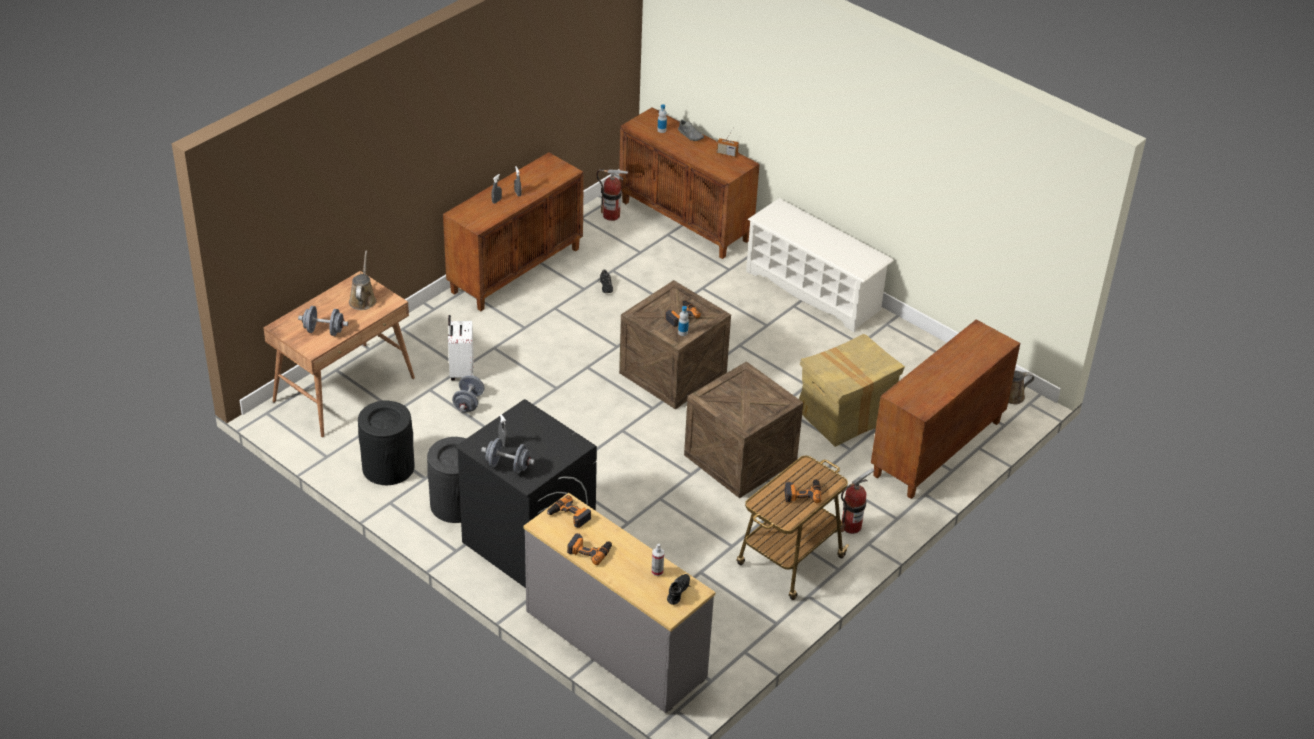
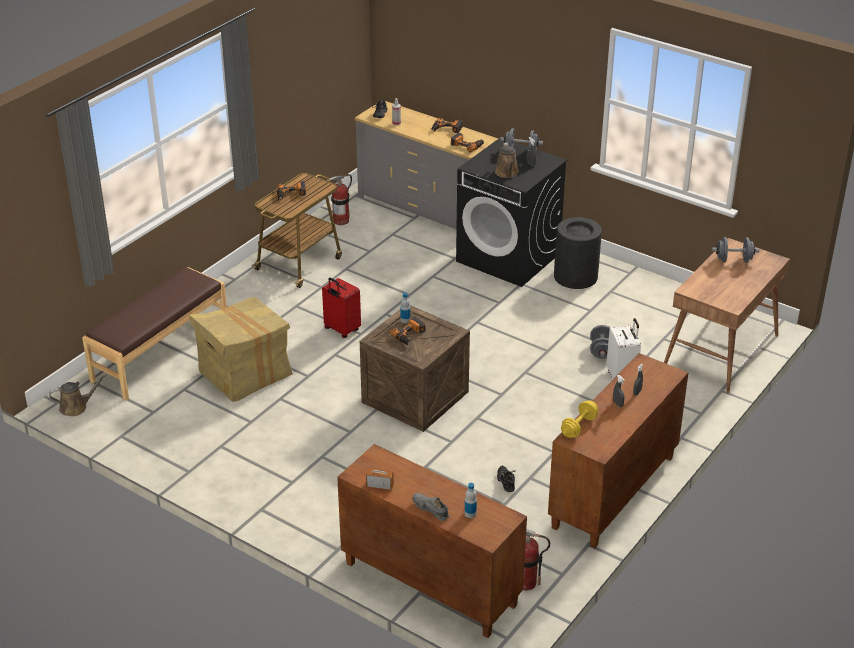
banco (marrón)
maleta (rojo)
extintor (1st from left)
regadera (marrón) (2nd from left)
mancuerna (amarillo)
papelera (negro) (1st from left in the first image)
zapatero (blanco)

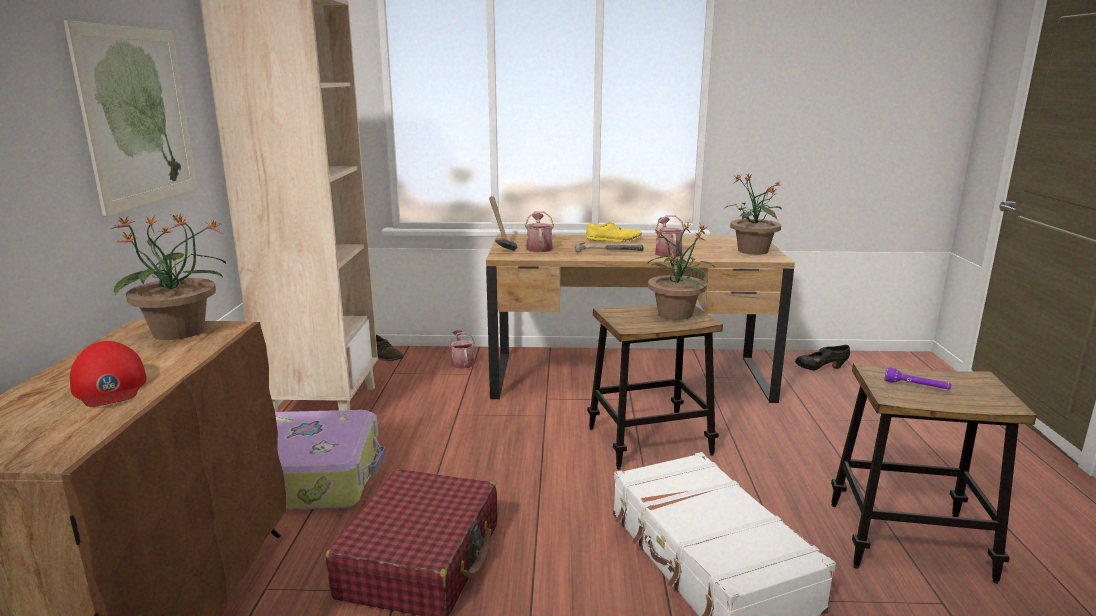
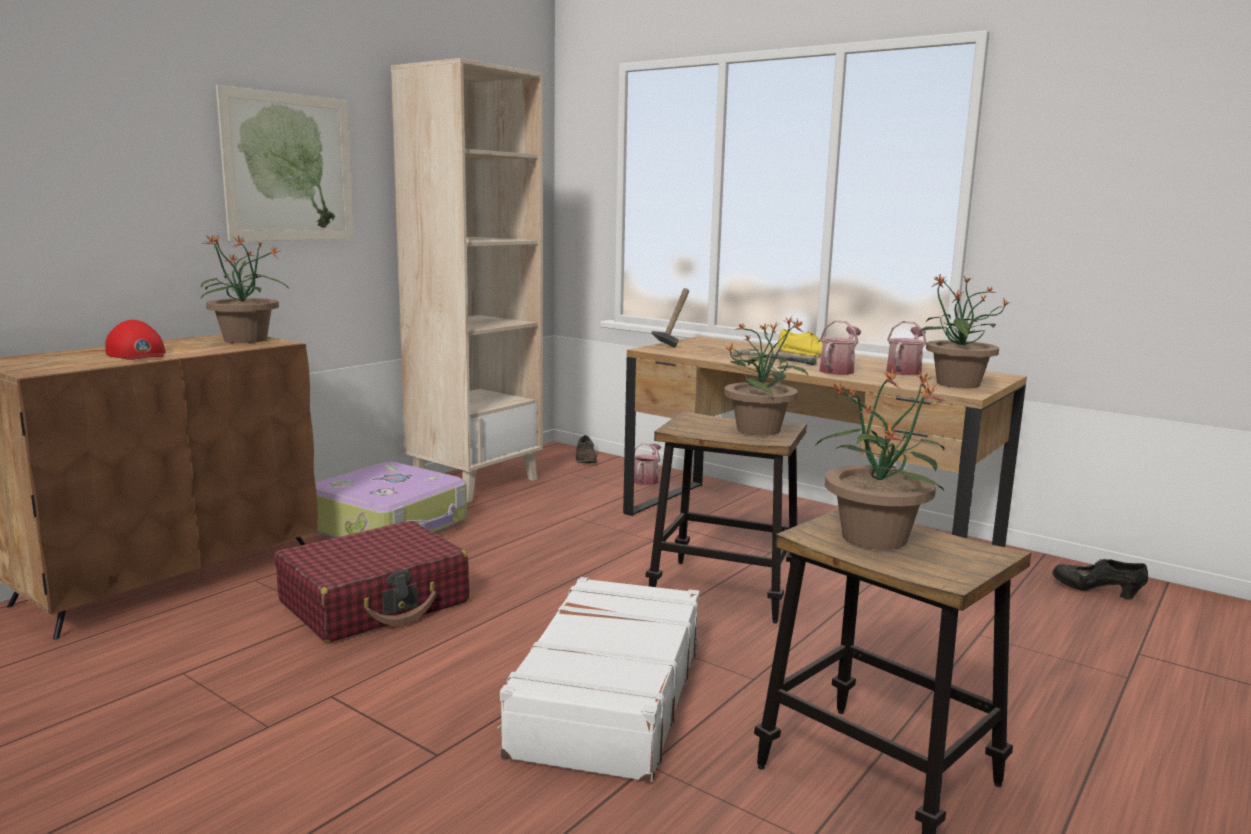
gorra (rojo)
planta en maceta (3rd from left)
regadera (3rd from left)

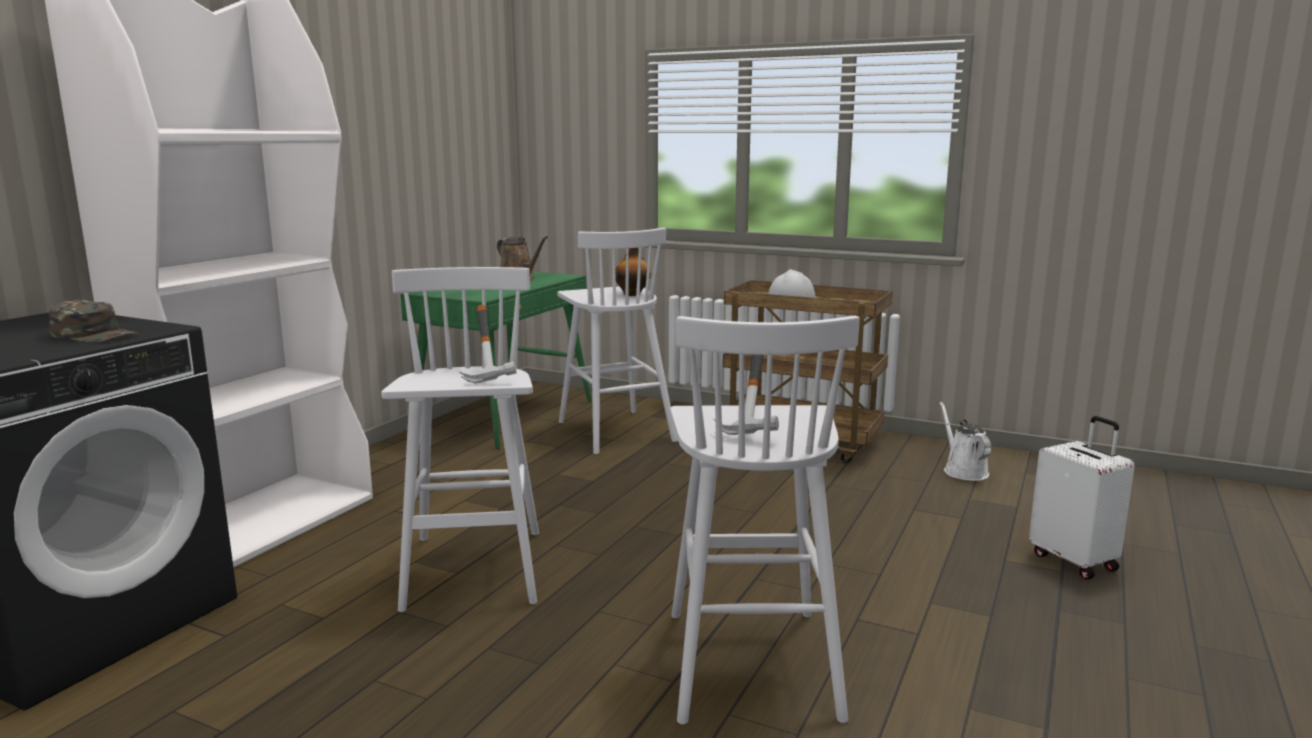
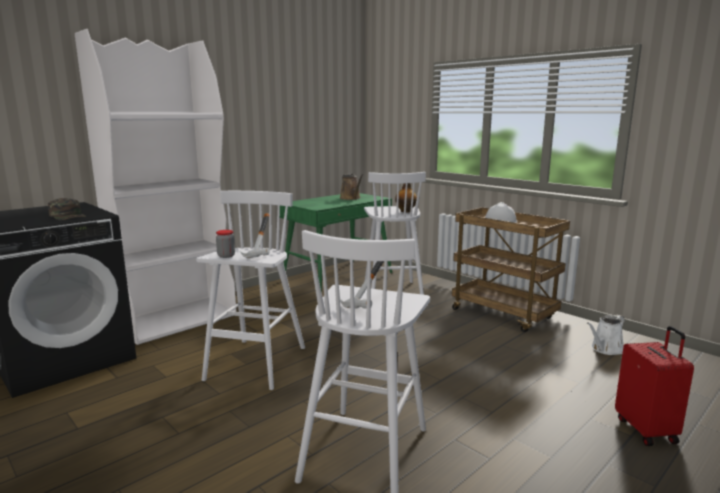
tarro
regadera (blanco)
maleta (rojo)

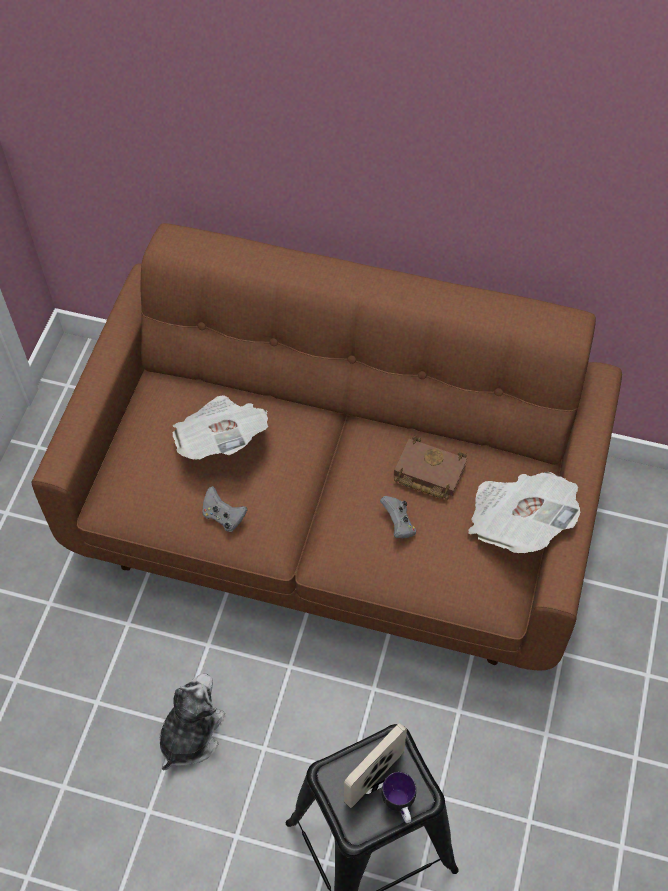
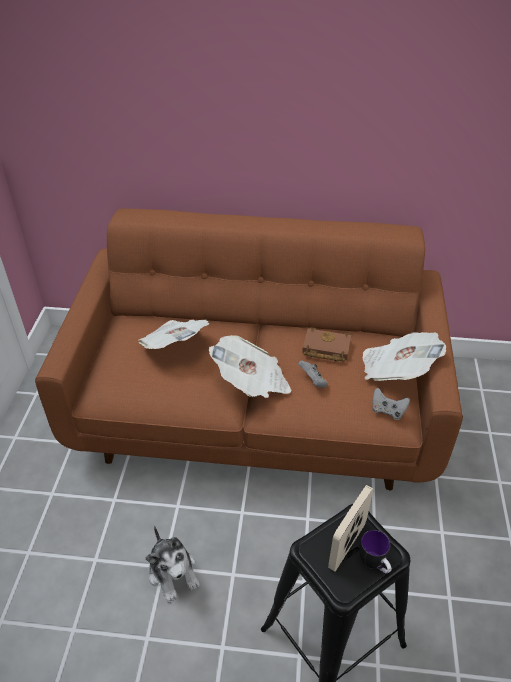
peluche
periódico (2nd from left)
mando de consola (gris) (2nd from left)

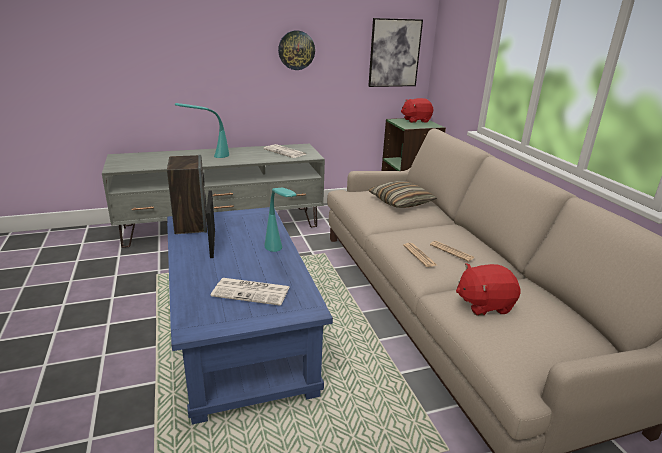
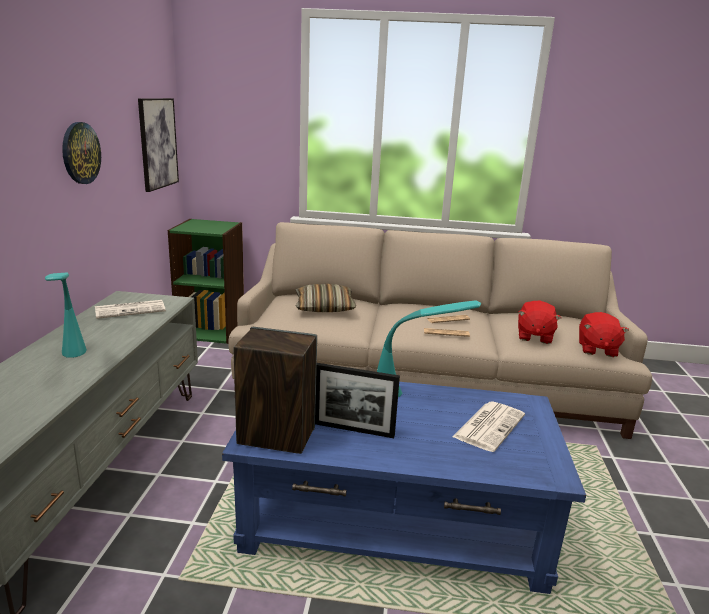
peluche (rojo) (2nd from left)

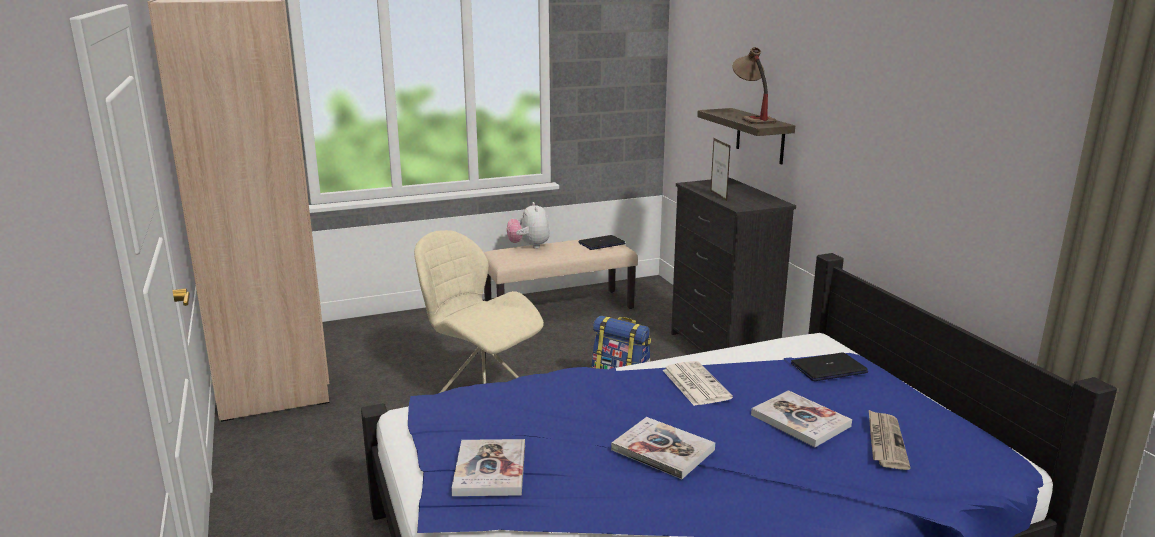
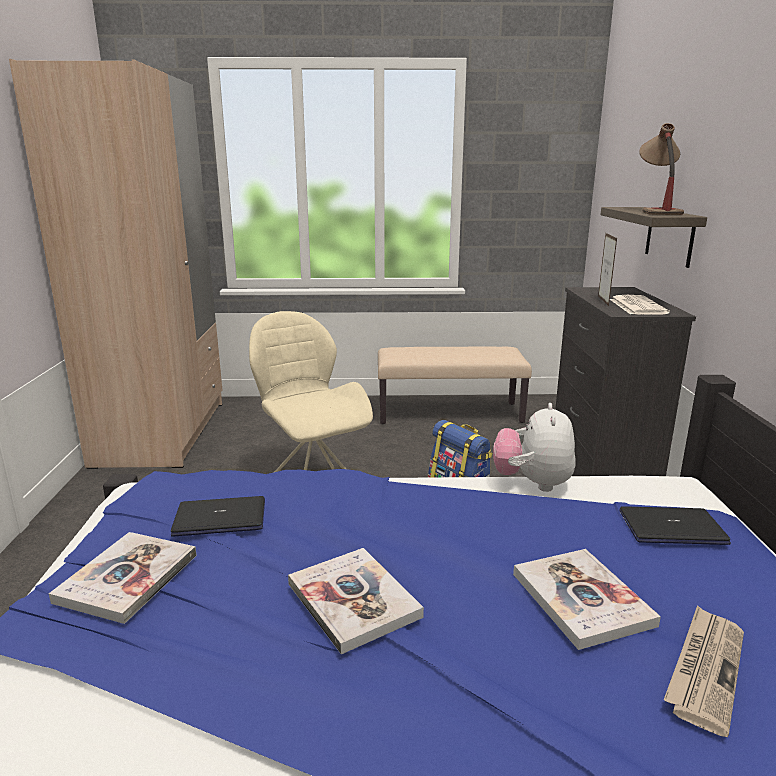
portátil (1st from left)
peluche
periódico (1st from left)

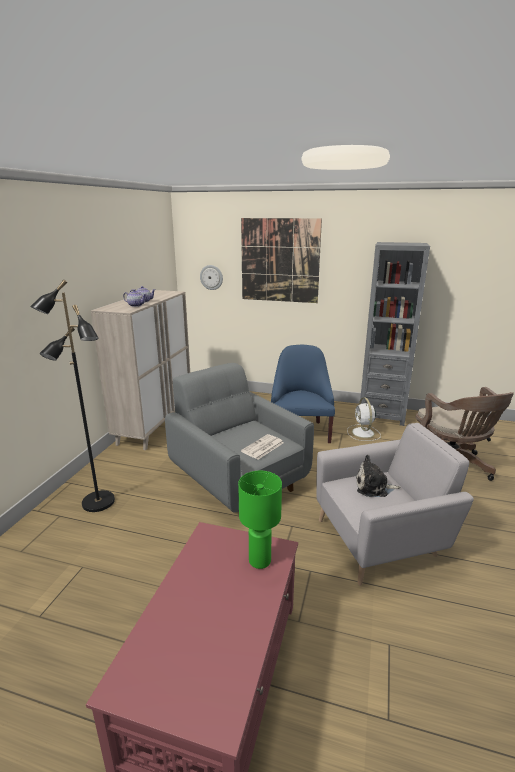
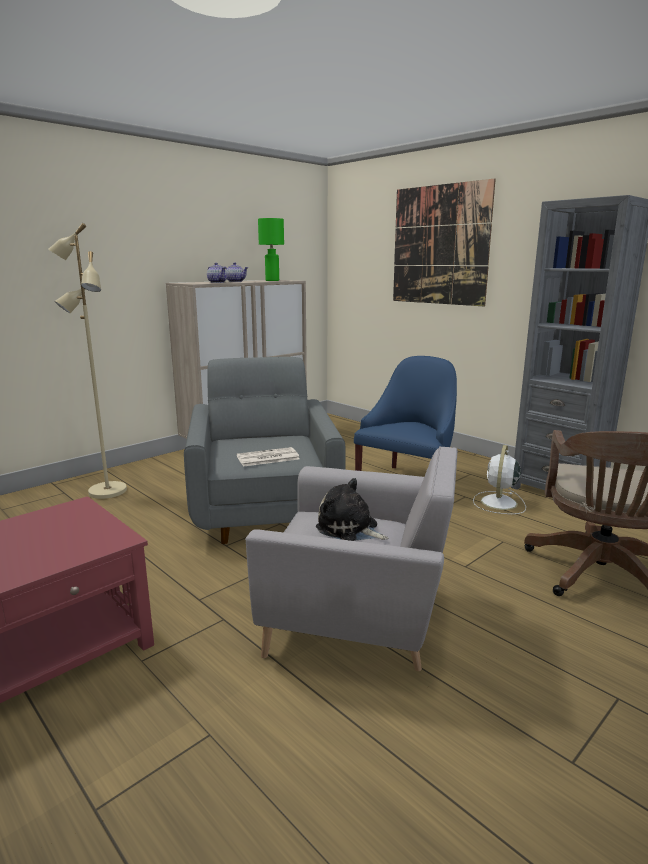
lámpara de pie (beis)
lámpara de mesa (verde)
reloj de pared

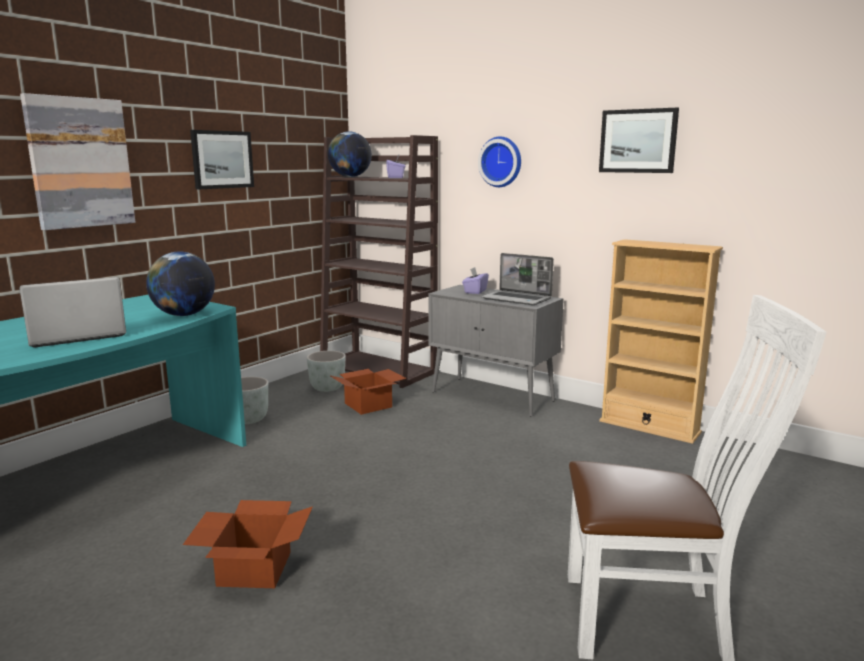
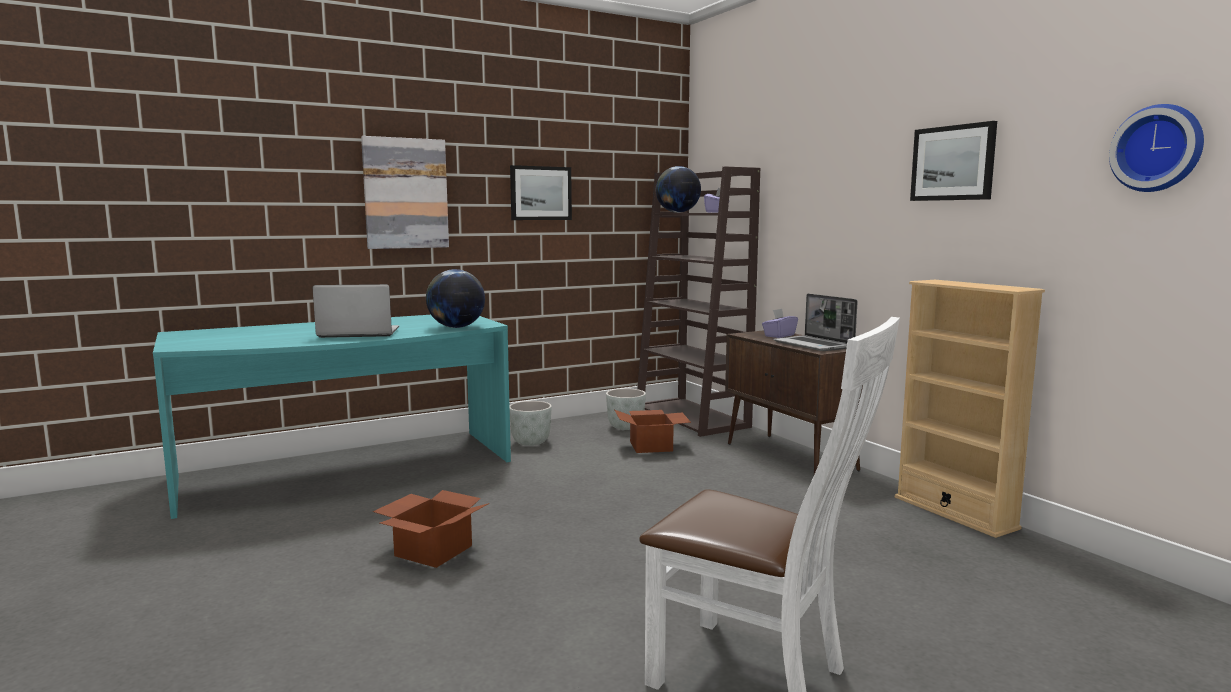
armario (marrón)
reloj de pared

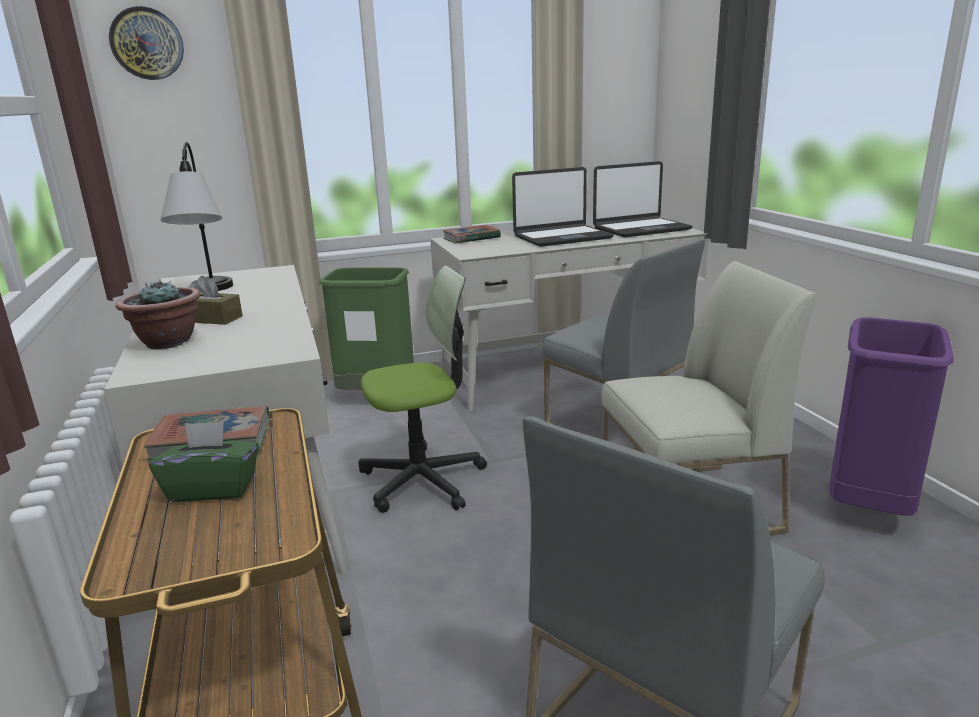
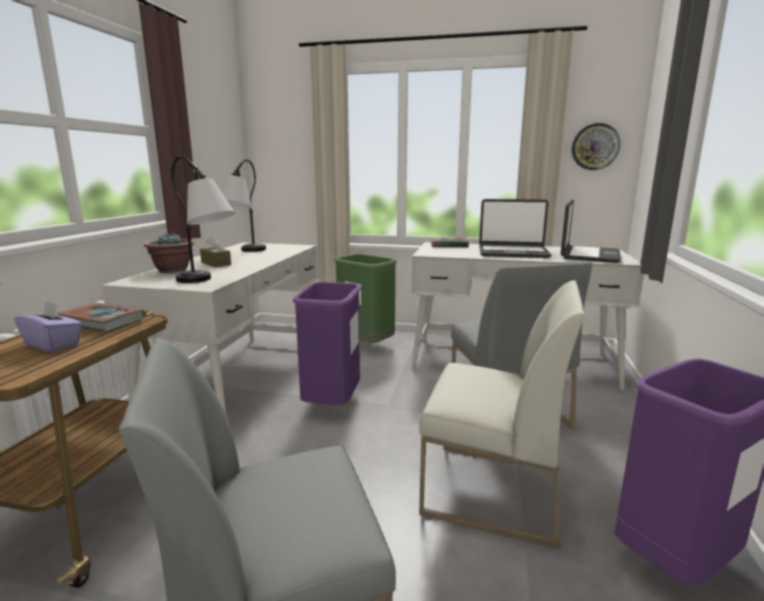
caja de pañuelos (morado)
lámpara de mesa (1st from left)
papelera (morado) (1st from left)
portátil (2nd from left)
reloj de pared

